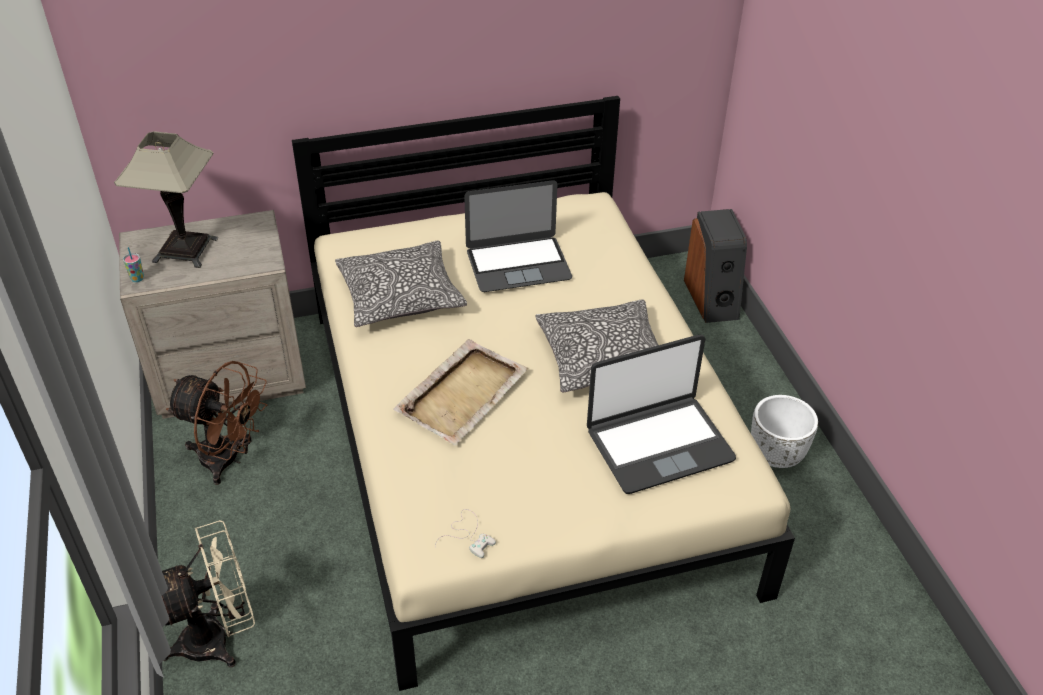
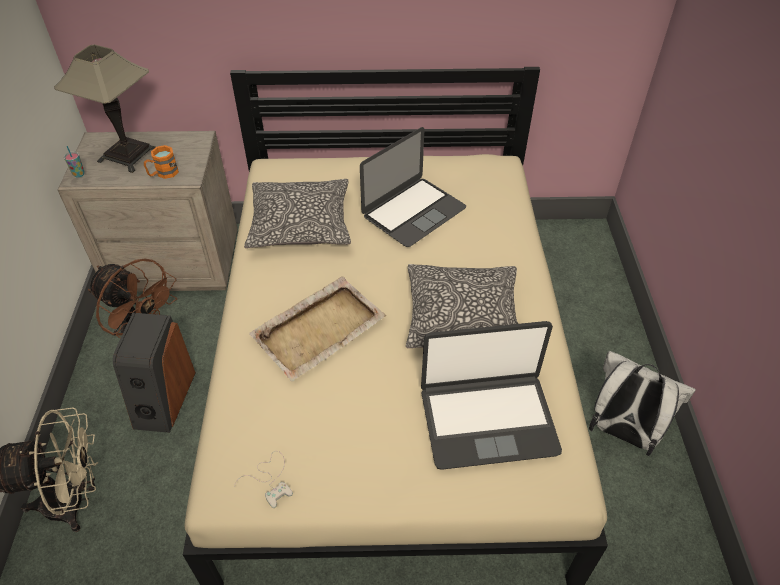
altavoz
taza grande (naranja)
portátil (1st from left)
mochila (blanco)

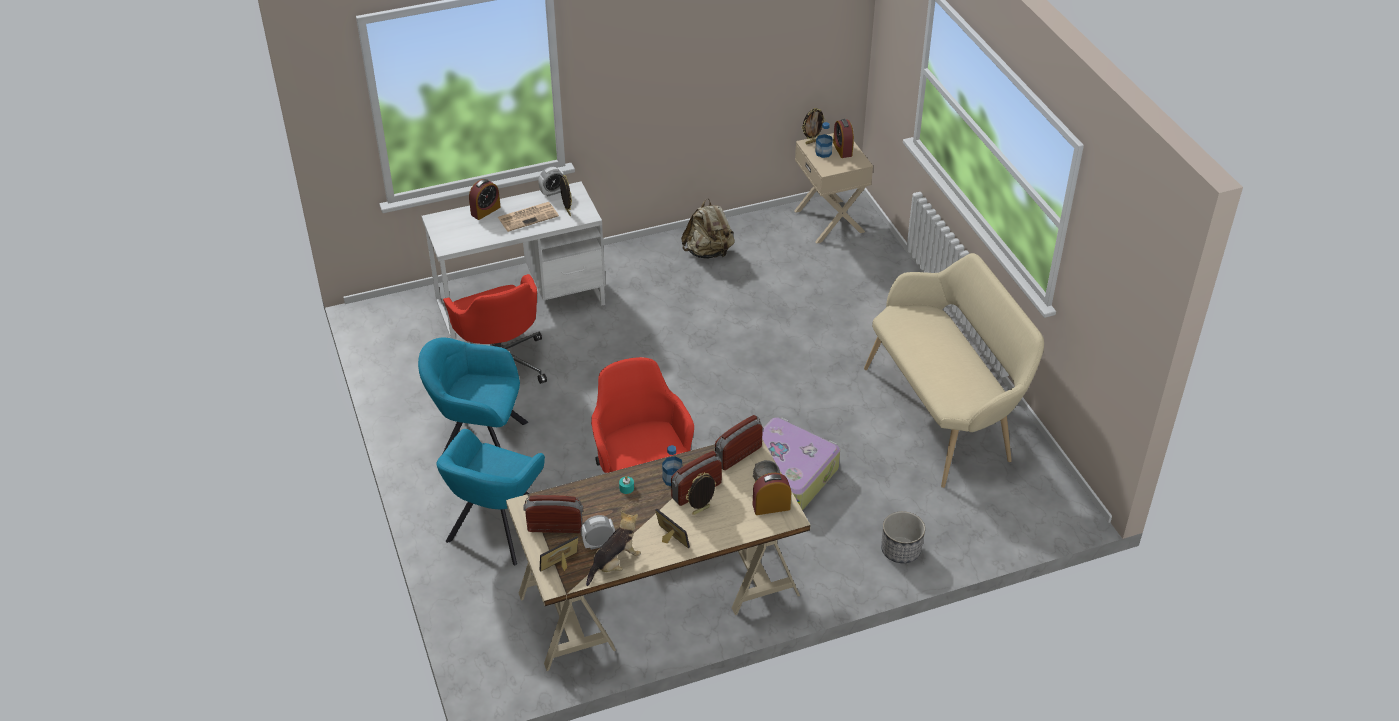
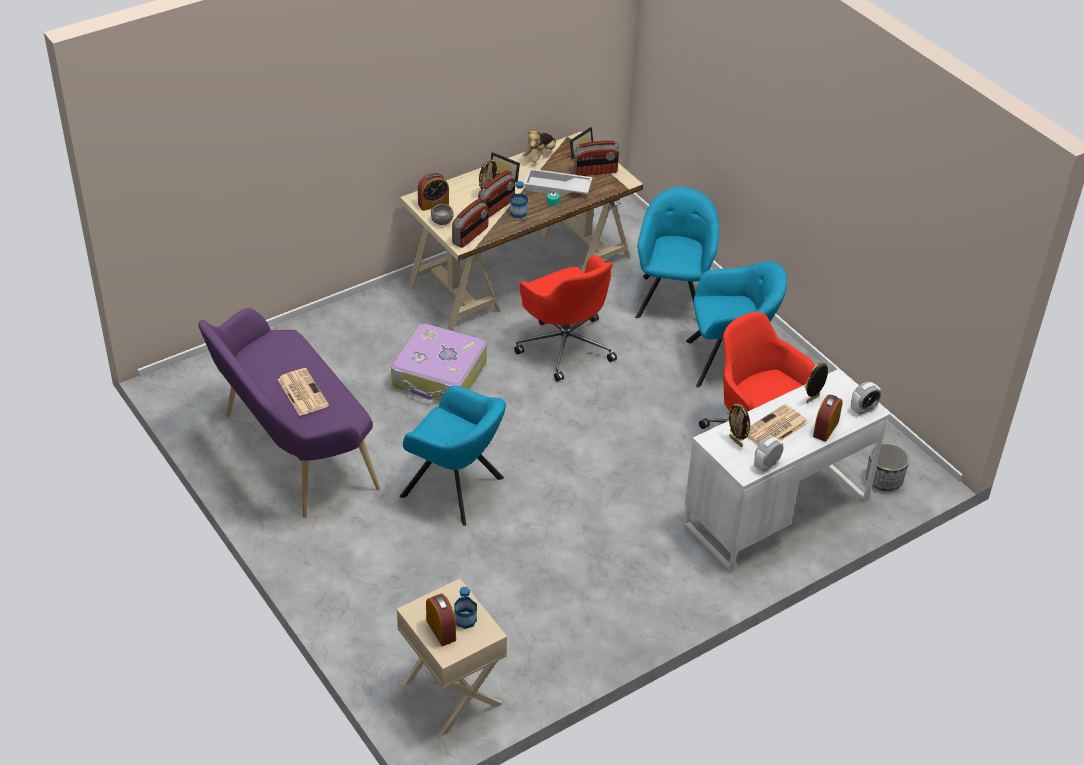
banco (morado)
periódico (1st from left)
sillón (turquesa) (1st from left)
bandeja (blanco)
portarretratos (5th from left)
despertador (5th from left)
maceta
mochila (beis)

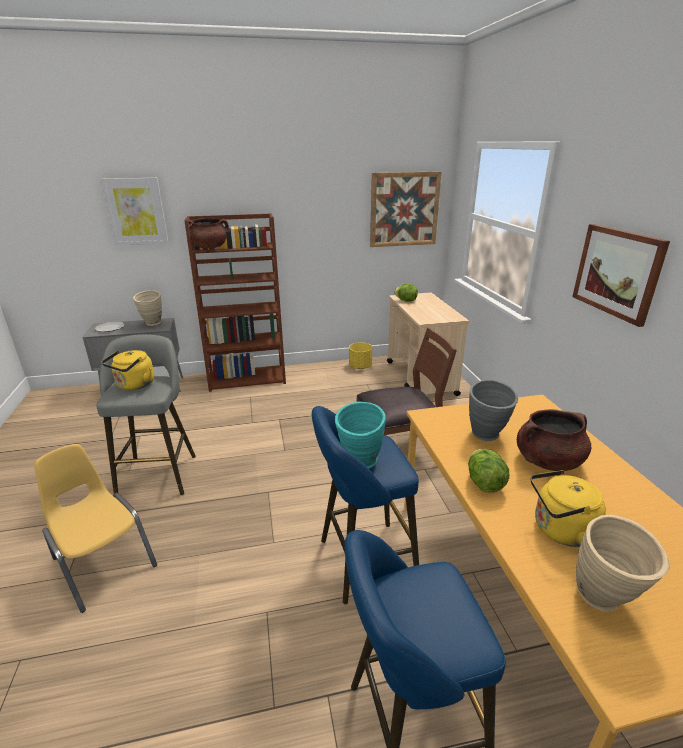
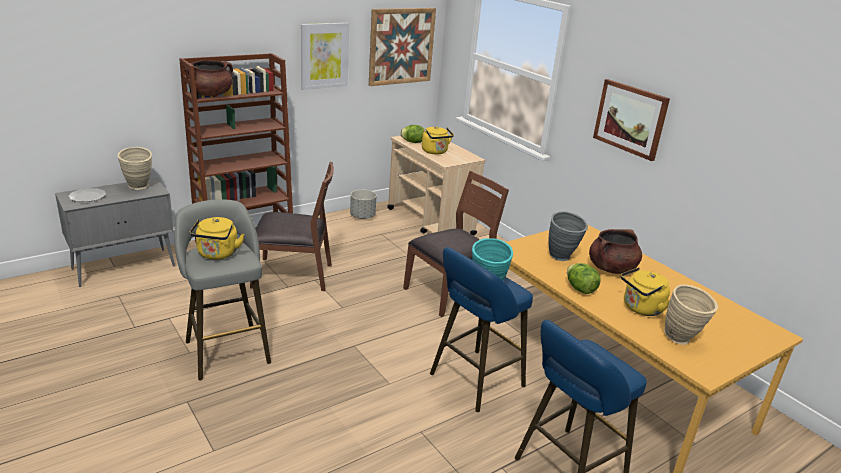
silla (marrón) (1st from left)
cuadro (1st from left)
maceta (gris)
hervidor (amarillo) (2nd from left)
silla (amarillo)

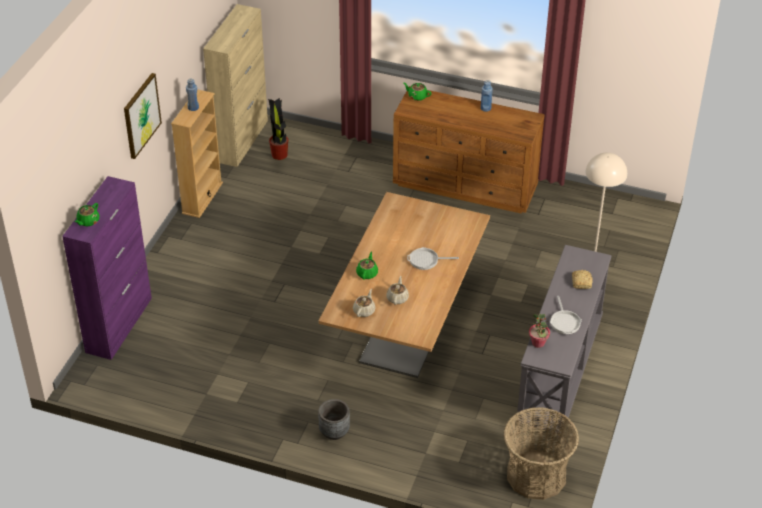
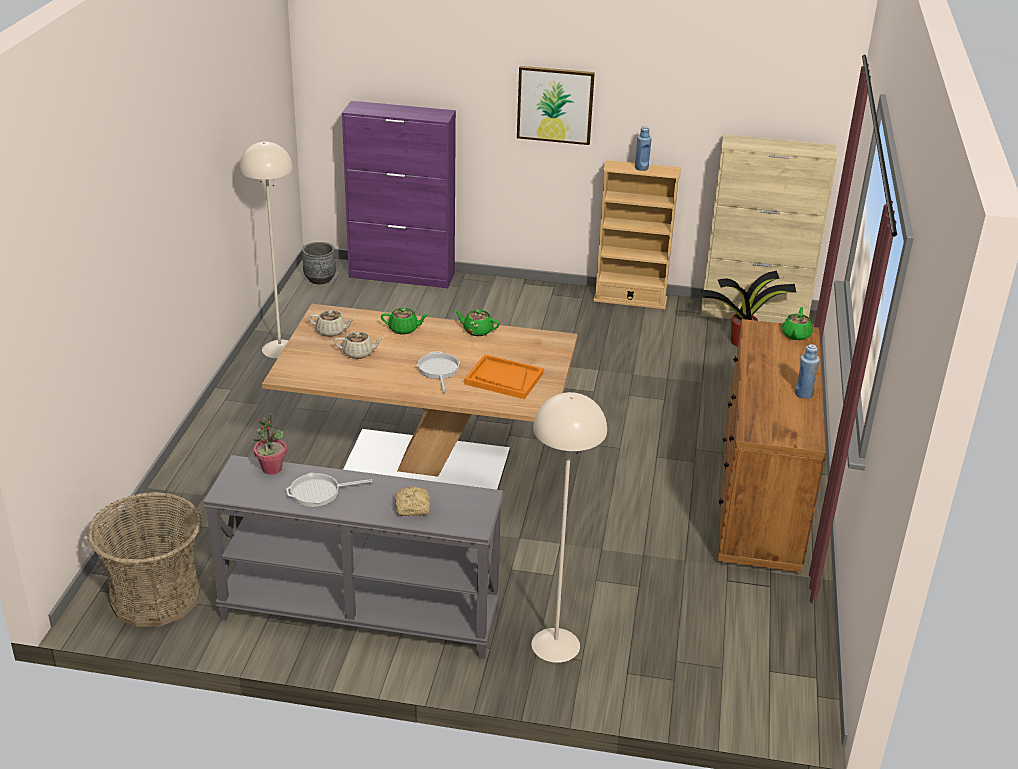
lámpara de pie (beis) (1st from left)
maceta (gris)
tetera (verde) (2nd from left)
bandeja (naranja)

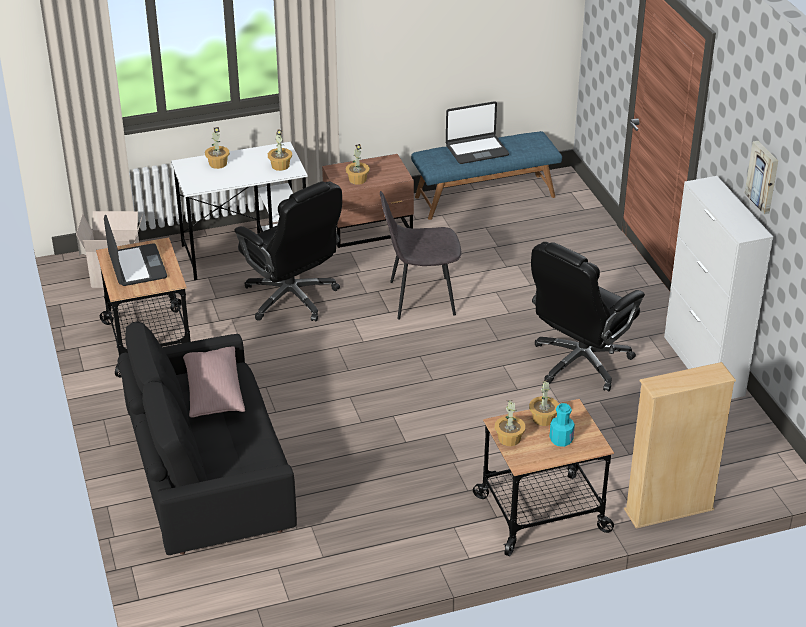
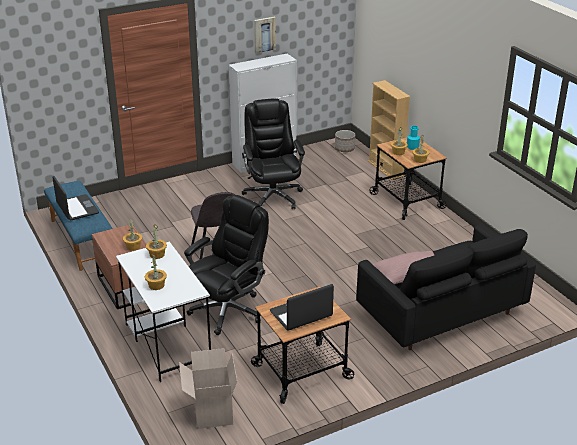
silla de oficina (negro) (2nd from left)
maceta

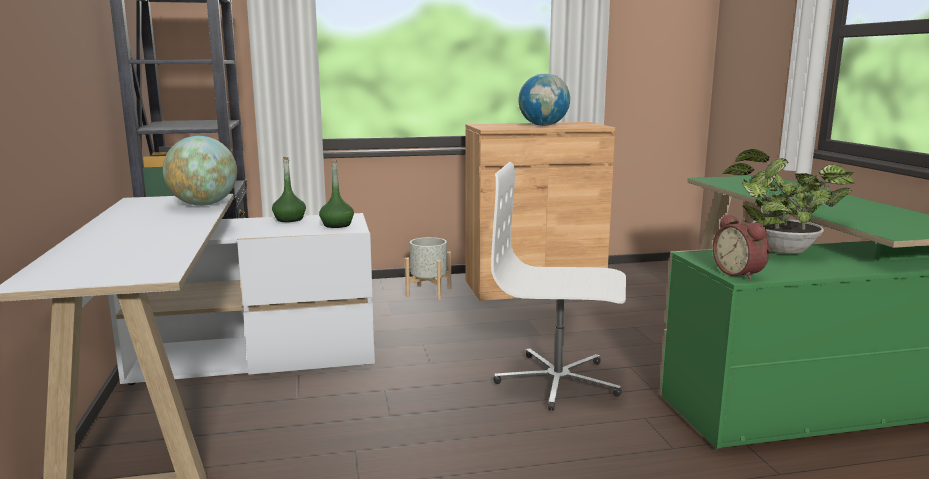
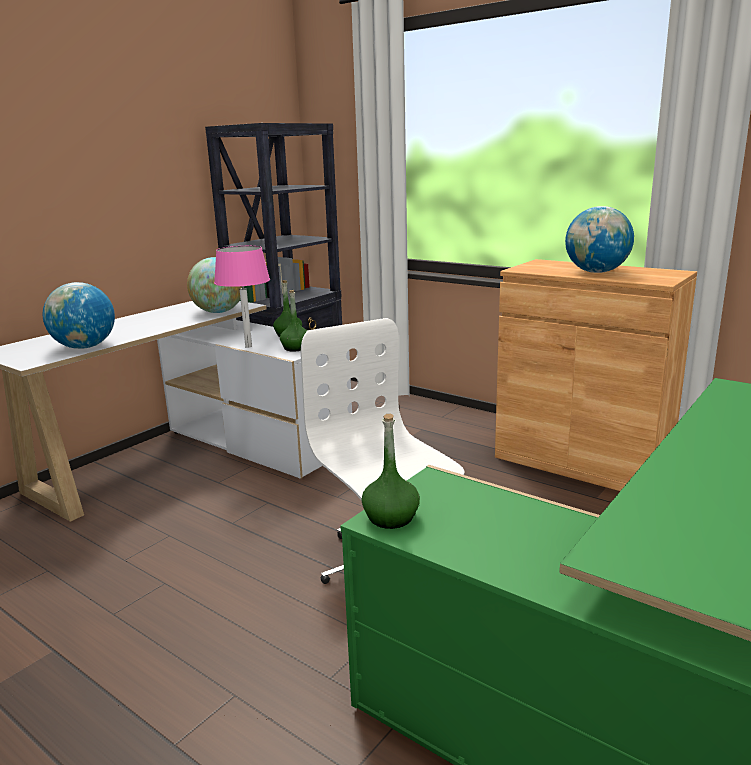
globo terráqueo (1st from left)
lámpara de mesa (rosa)
botella (verde) (3rd from left)
maceta (gris)
planta en maceta

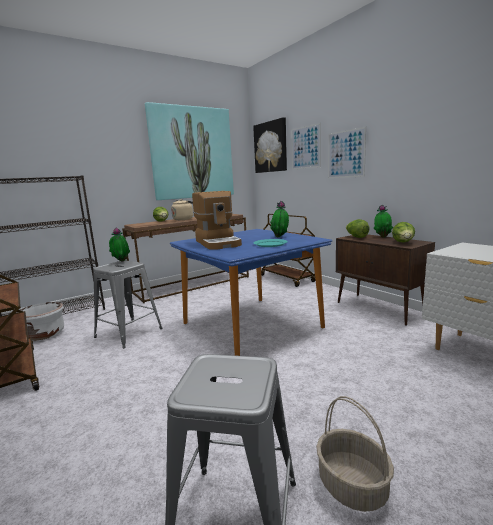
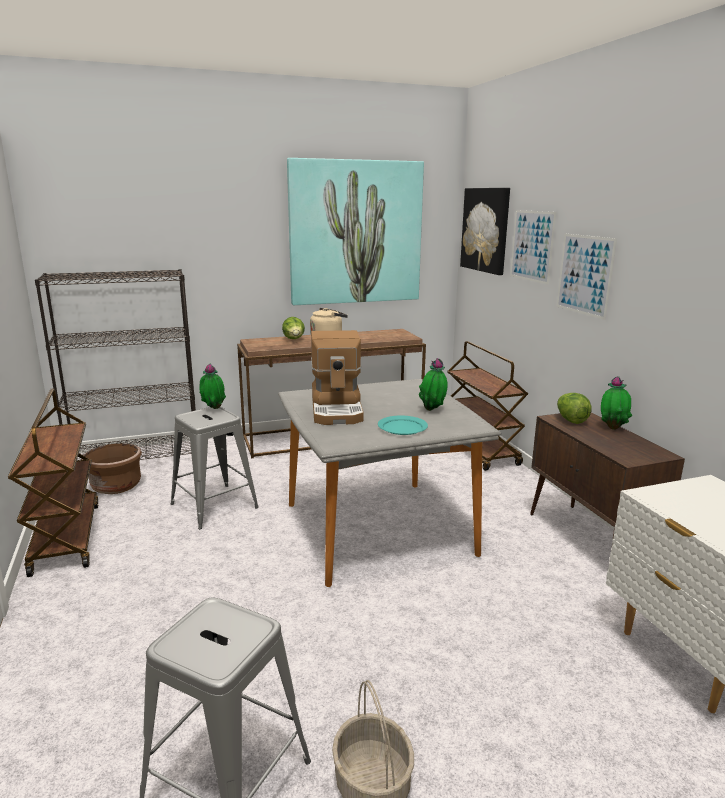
maceta (marrón)
mesa de comedor (gris)
lechuga (3rd from left in the first image)

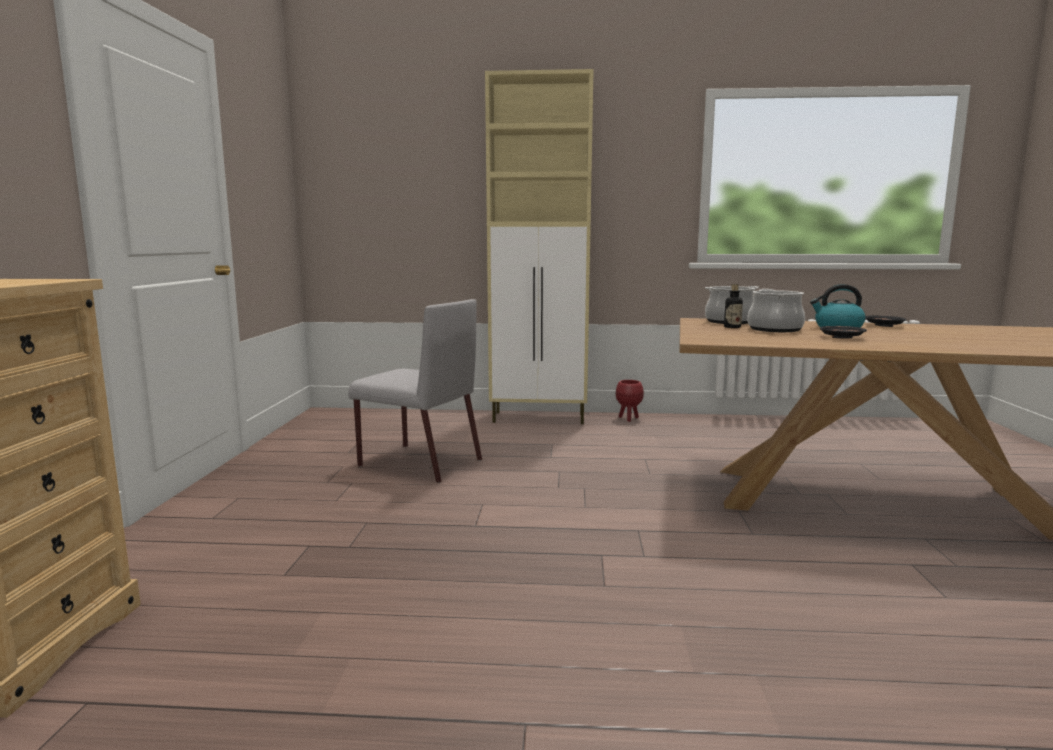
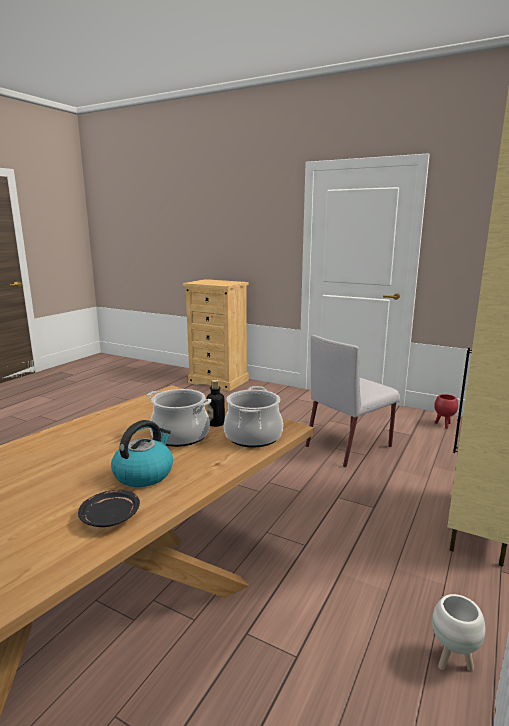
maceta (blanco)
maceta (rojo)
plato (negro) (1st from left in the first image)

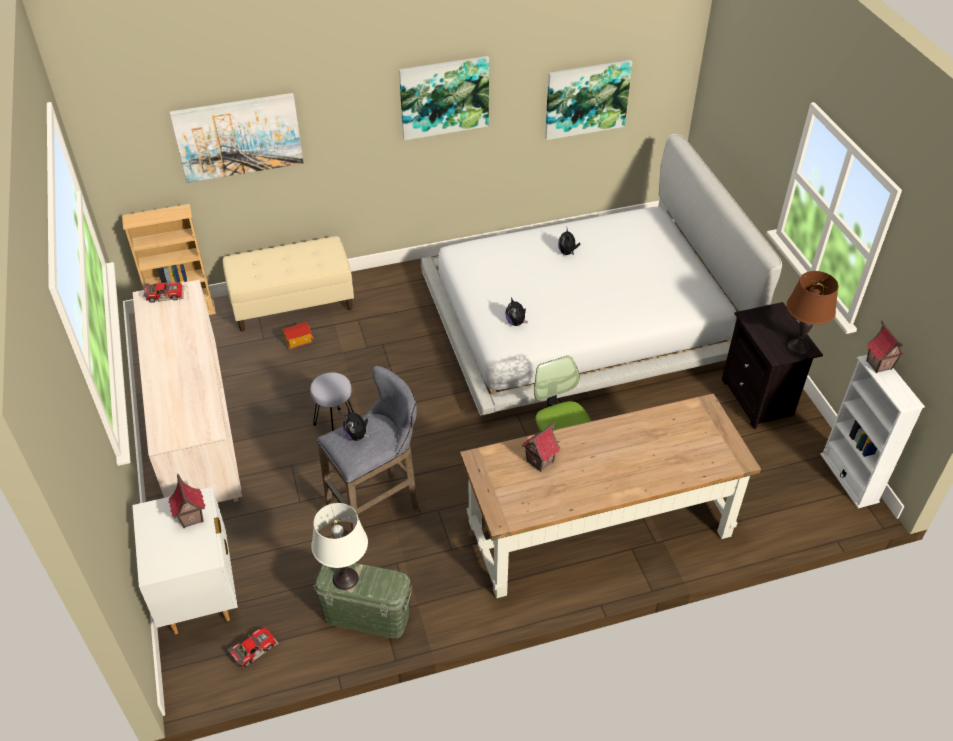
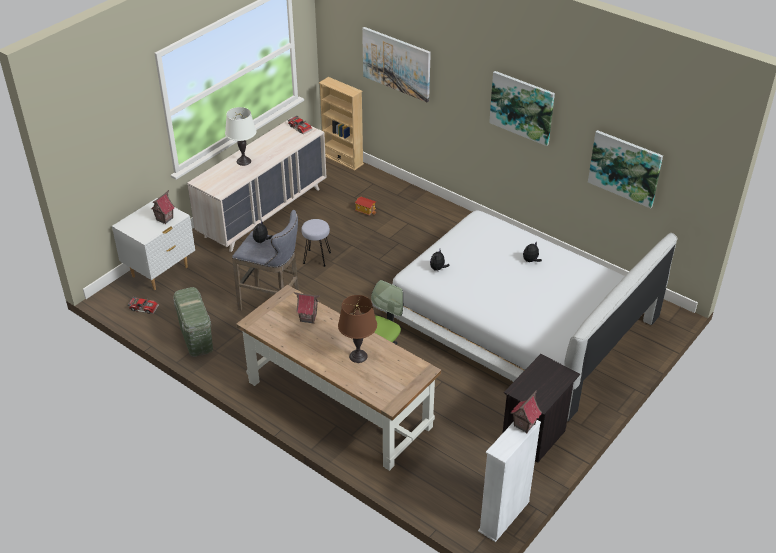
lámpara de mesa (blanco)
lámpara de mesa (marrón)
banco (beis)

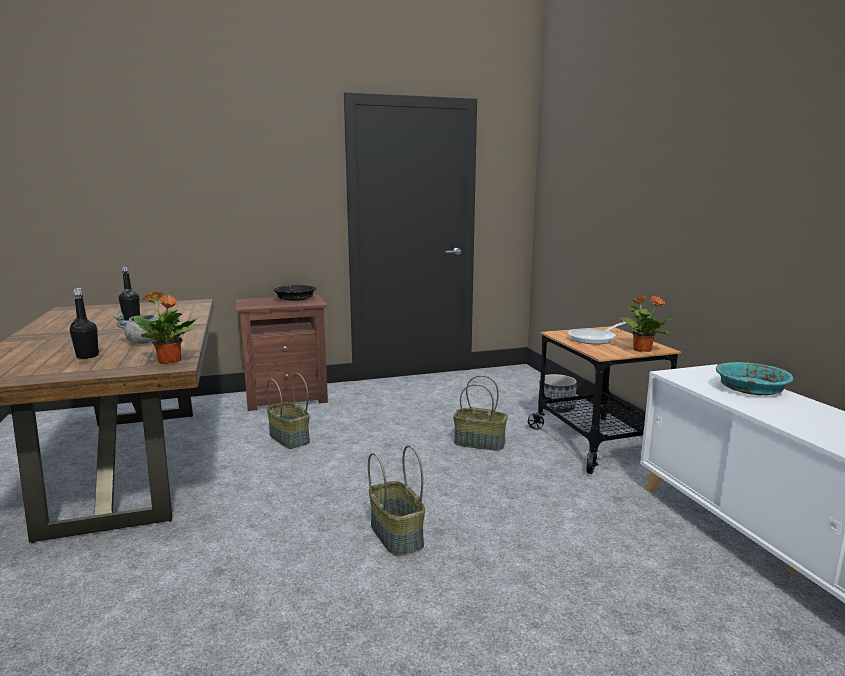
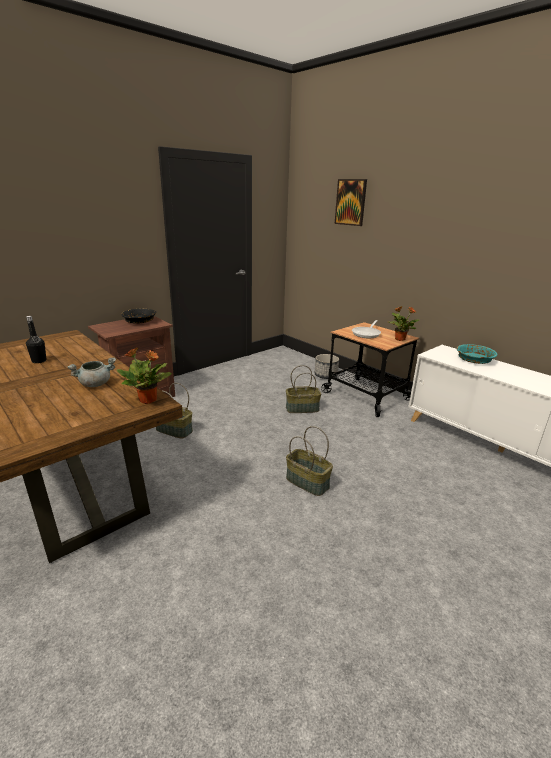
cuadro
botella (negro) (1st from left in the first image)

